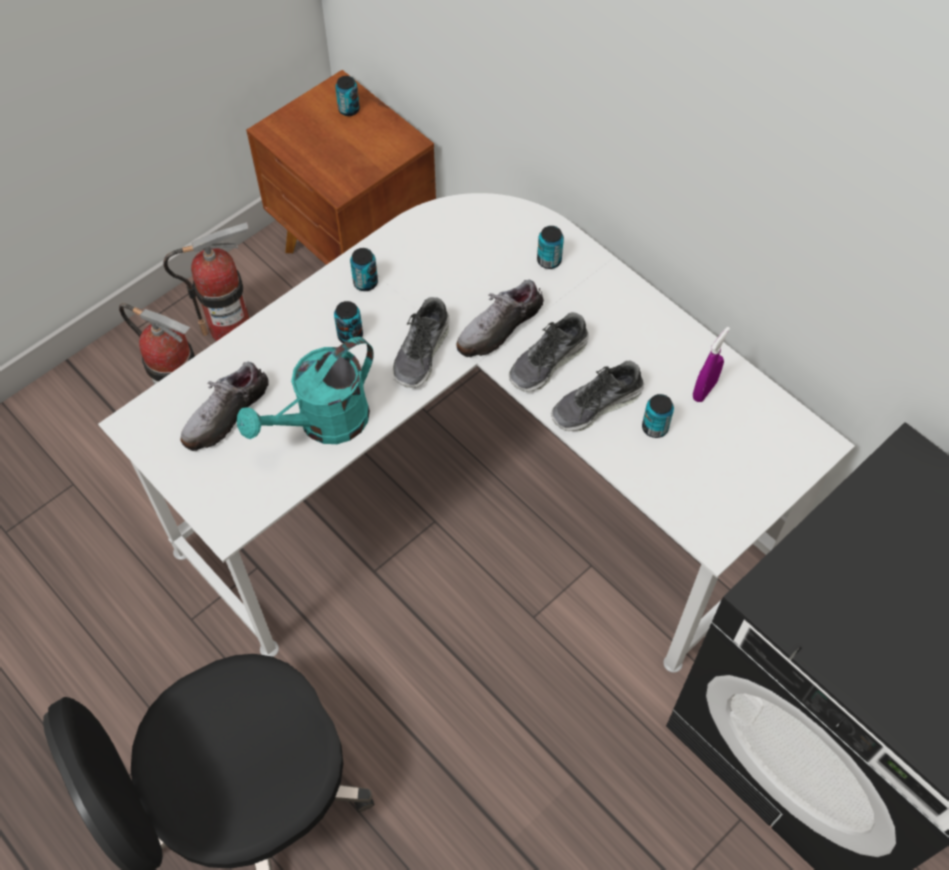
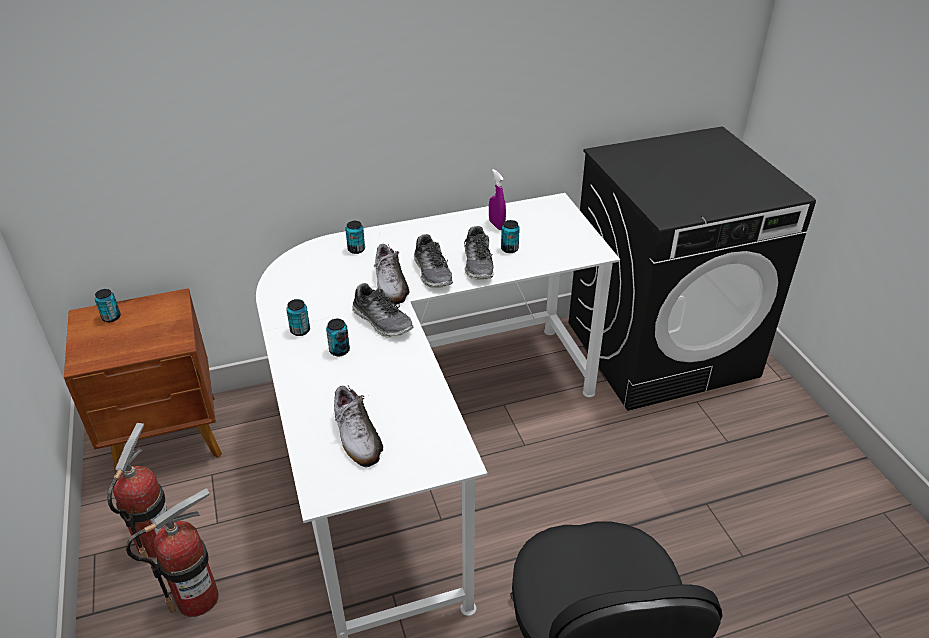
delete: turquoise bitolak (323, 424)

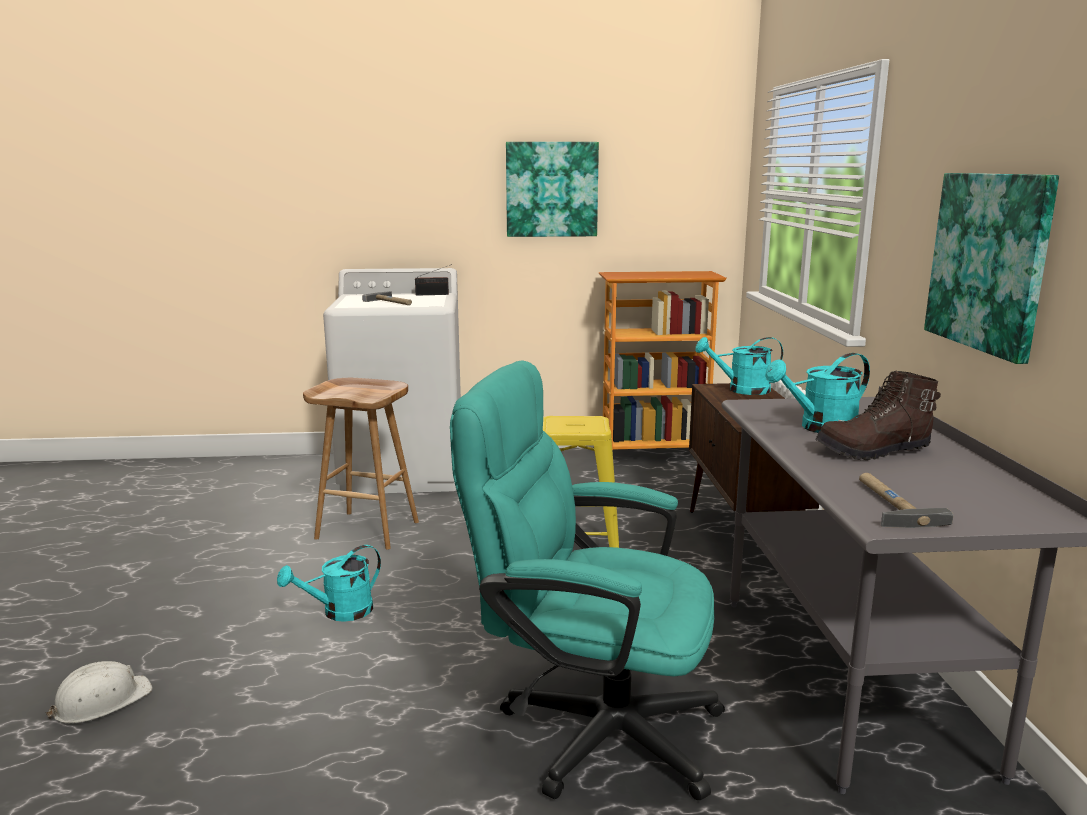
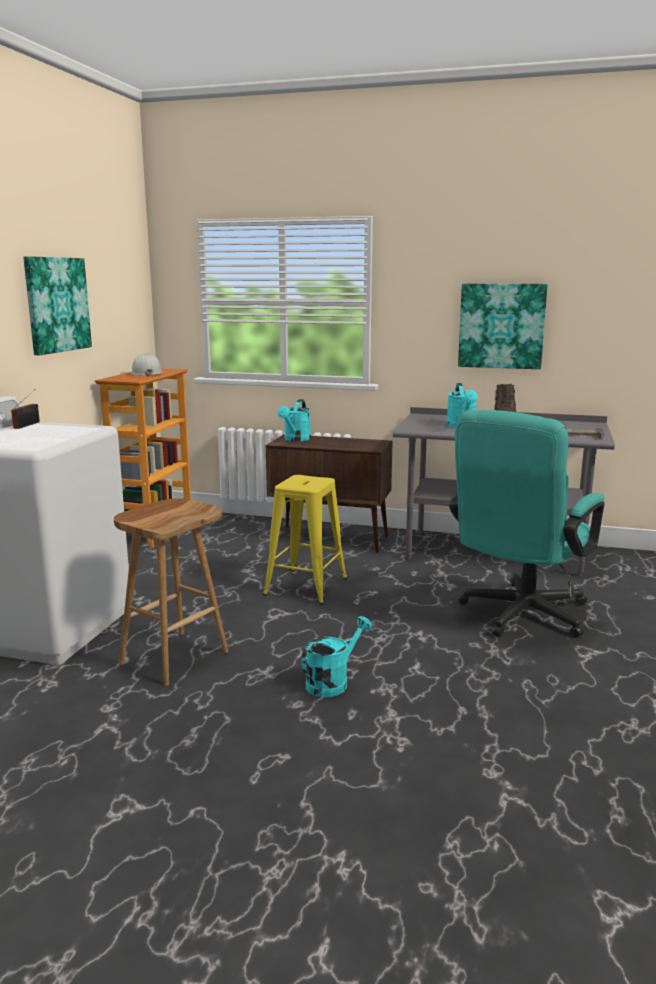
delete: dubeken (392, 302)
move: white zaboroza (101, 701) to (146, 373)
rotate: turquoise bitolak (339, 612) = (332, 682) 120 degrees counterclockwise

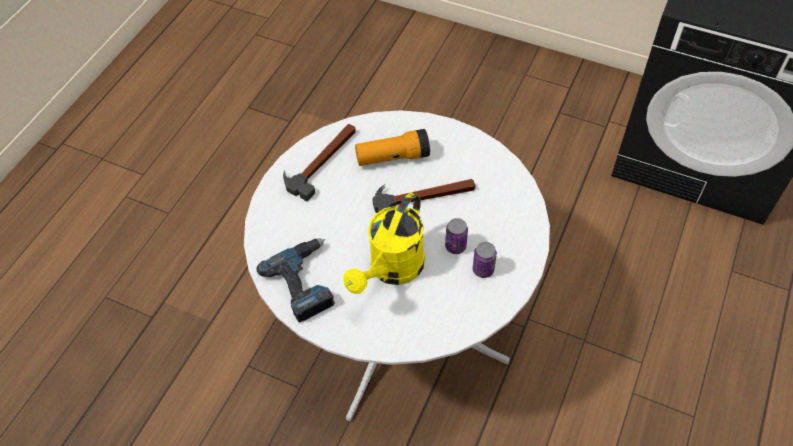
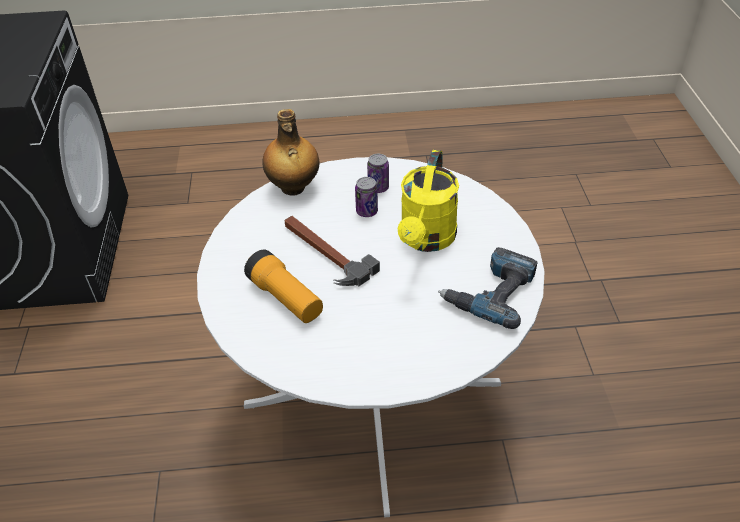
delete: dubeken (322, 161)
insert: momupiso (293, 188)
rotate: yellow bitolak (392, 270) = (426, 240) 105 degrees clockwise

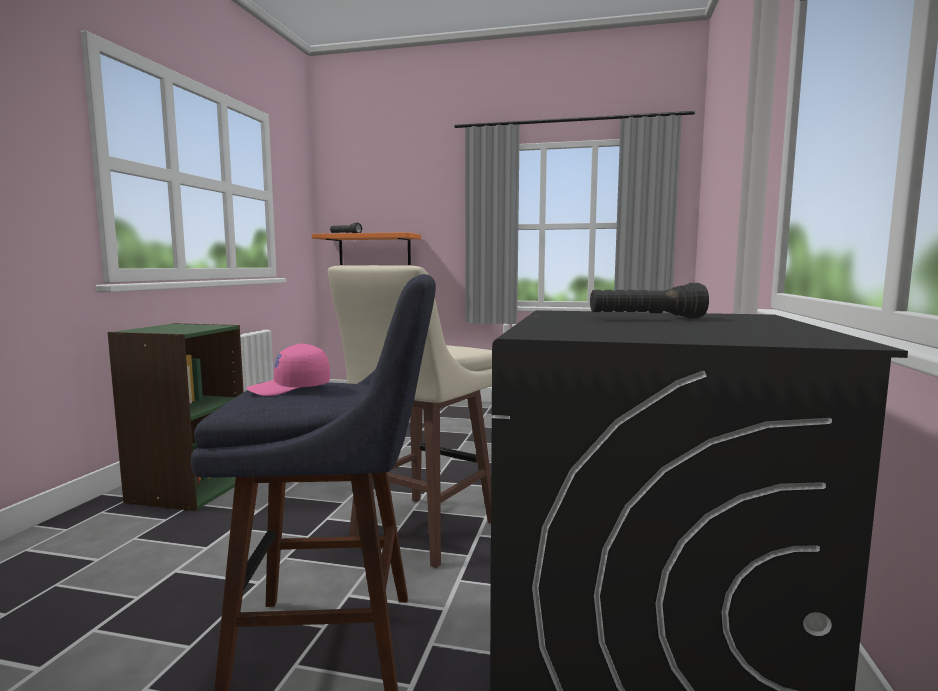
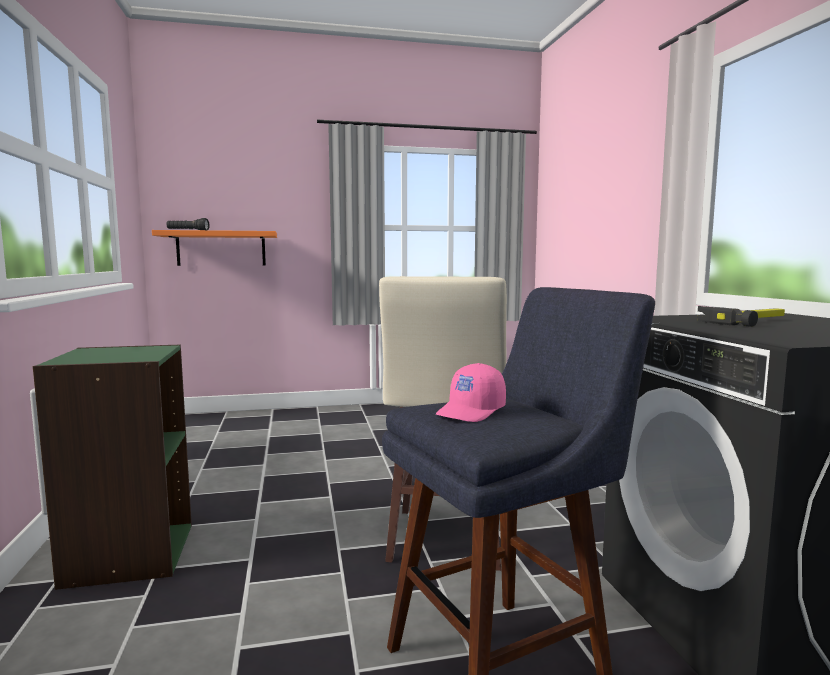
replace: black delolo (646, 318) to dubeken (746, 321)

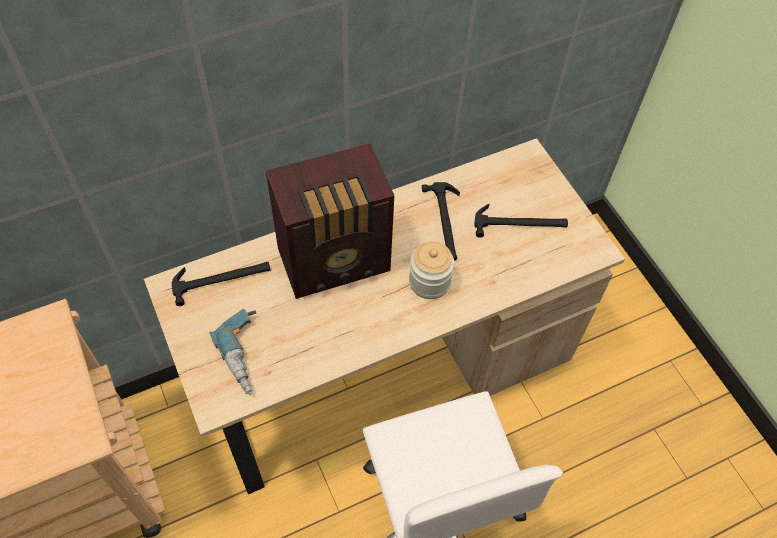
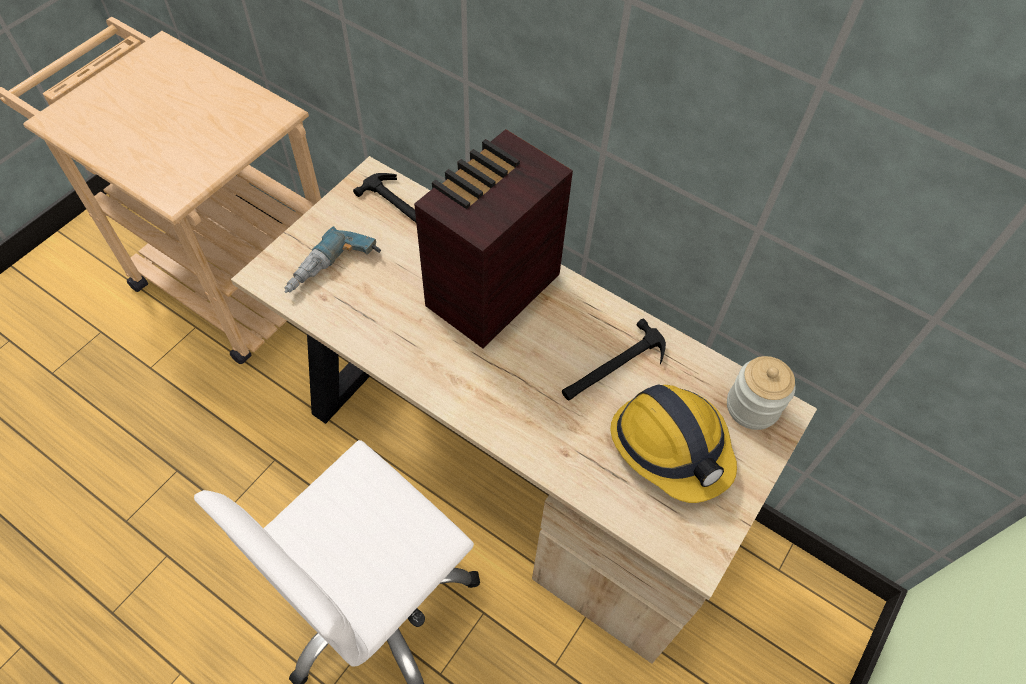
move: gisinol (429, 282) to (752, 406)
replace: dubeken (520, 223) to zaboroza (671, 446)
rotate: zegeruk (336, 261) = (489, 291) 90 degrees clockwise

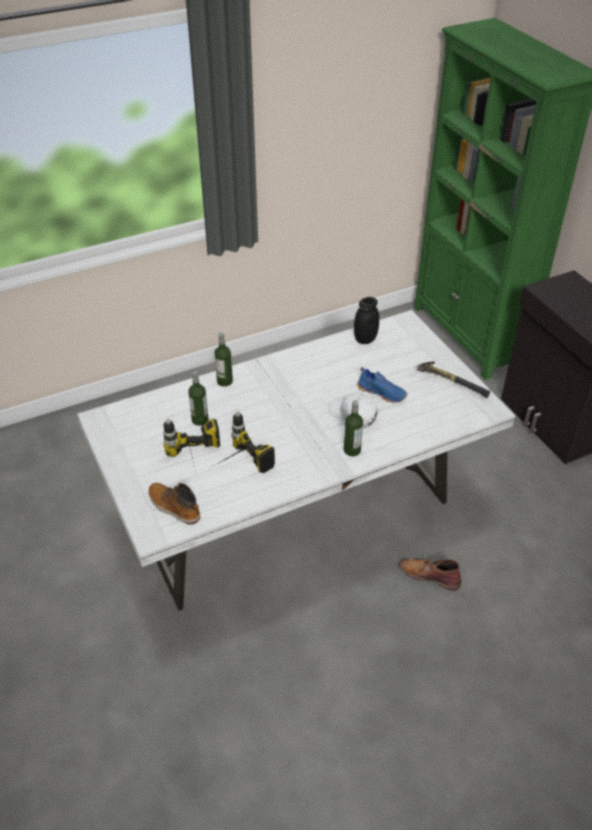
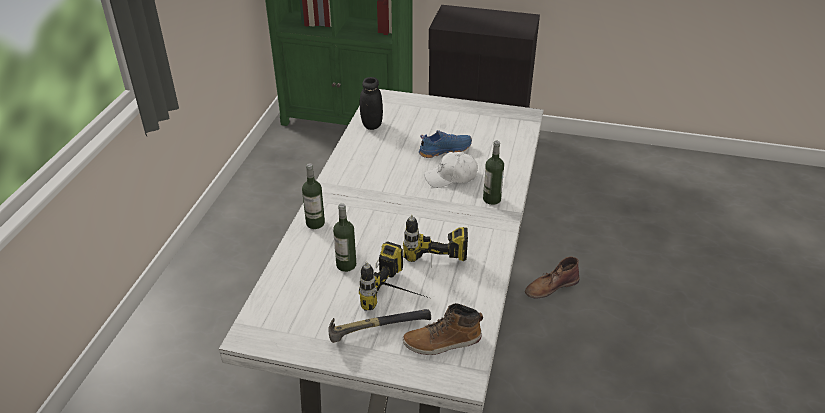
move: dubeken (452, 383) to (375, 329)

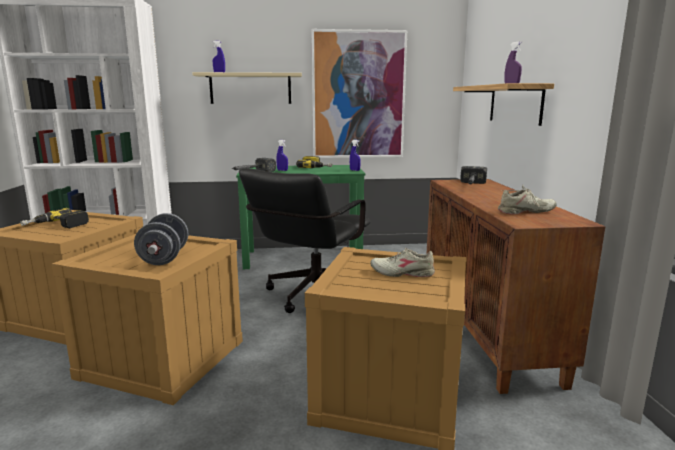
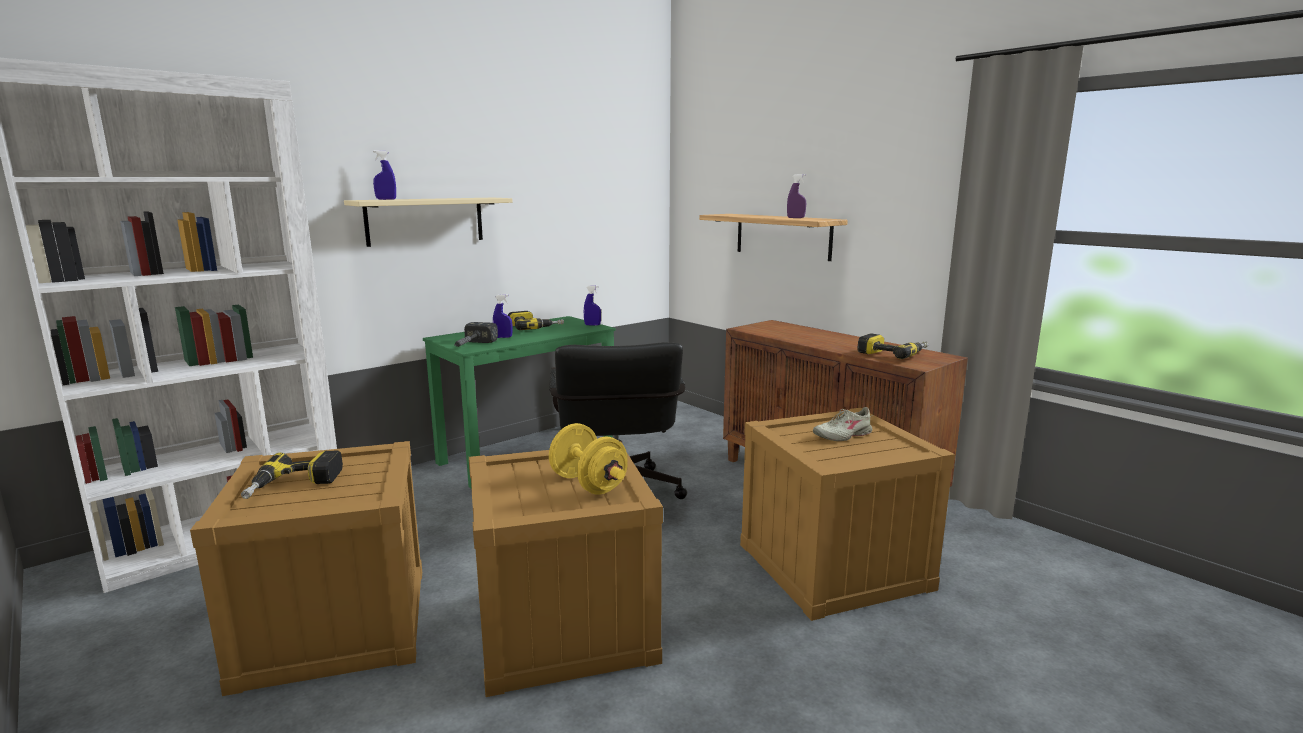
delete: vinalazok (358, 95); dubeken (471, 185)
replace: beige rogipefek (525, 212) to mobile (893, 354)
recolor: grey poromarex (164, 258) to yellow poromarex (588, 484)

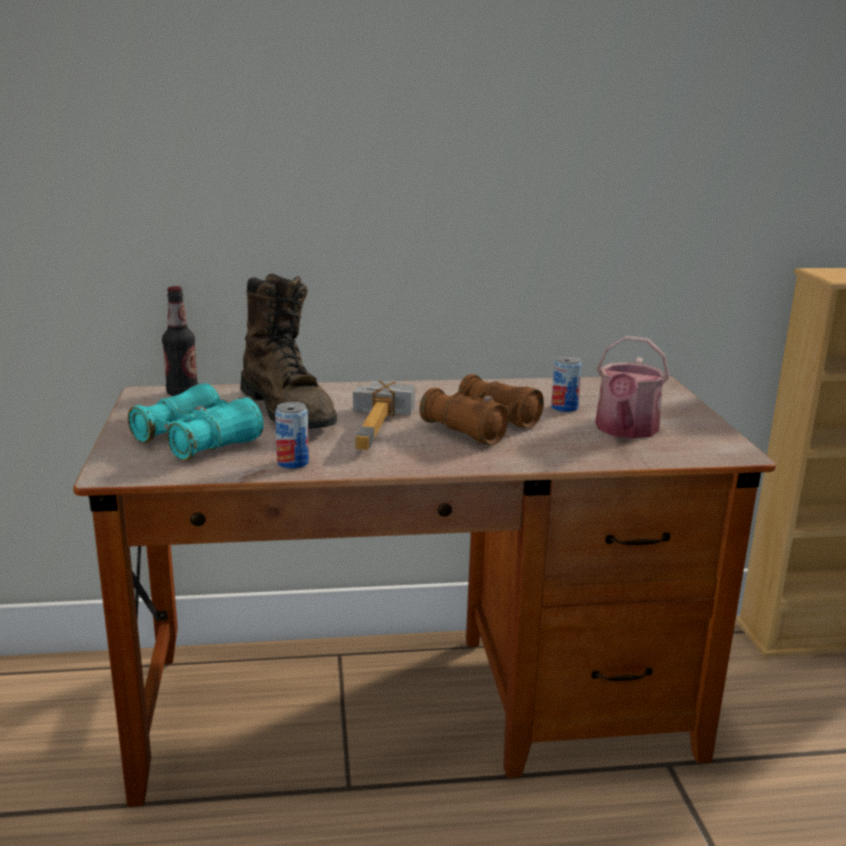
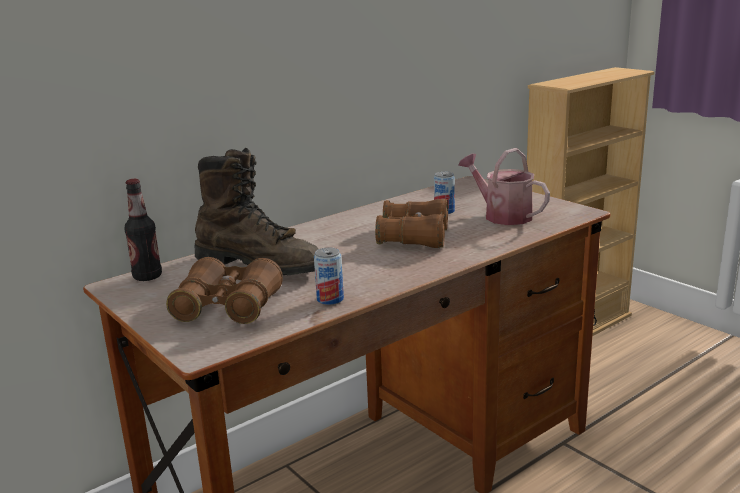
delete: dubeken (384, 426)
recolor: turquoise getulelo (197, 441) to brown getulelo (228, 307)
rotate: bitolak (625, 430) = (502, 215) 150 degrees clockwise

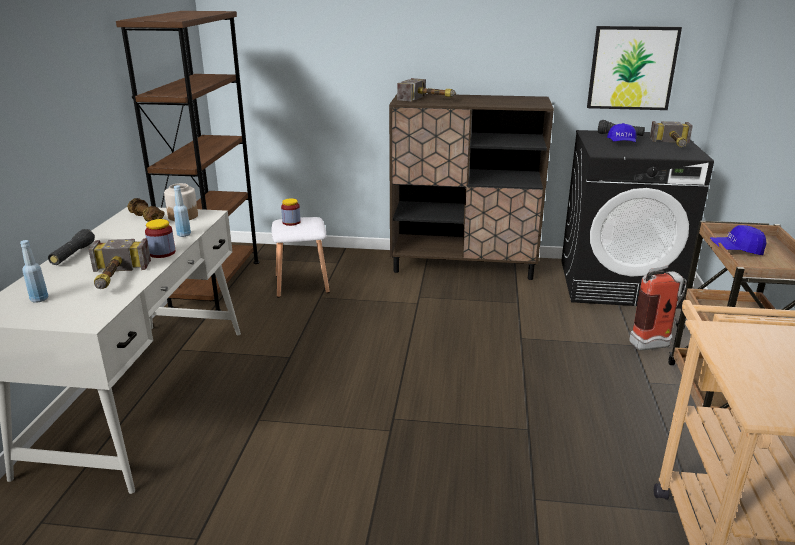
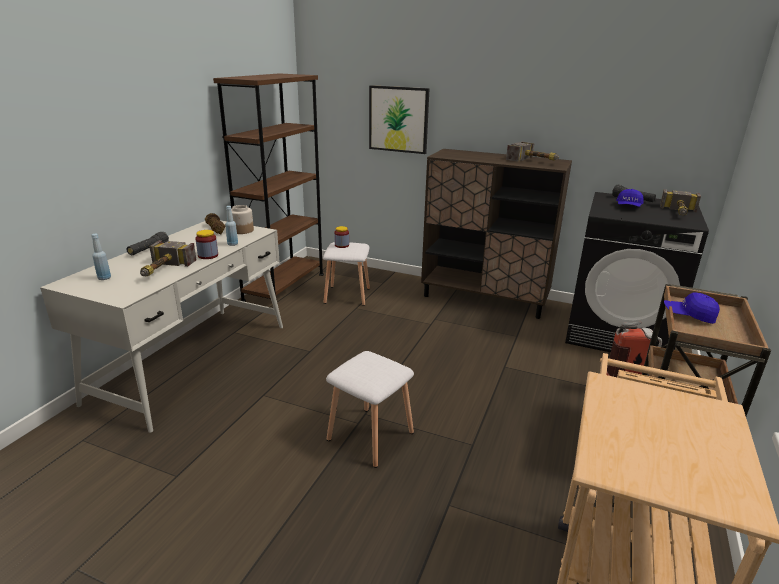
insert: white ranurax (370, 437)
move: vinalazok (632, 68) to (398, 119); dubeken (429, 99) to (535, 161)

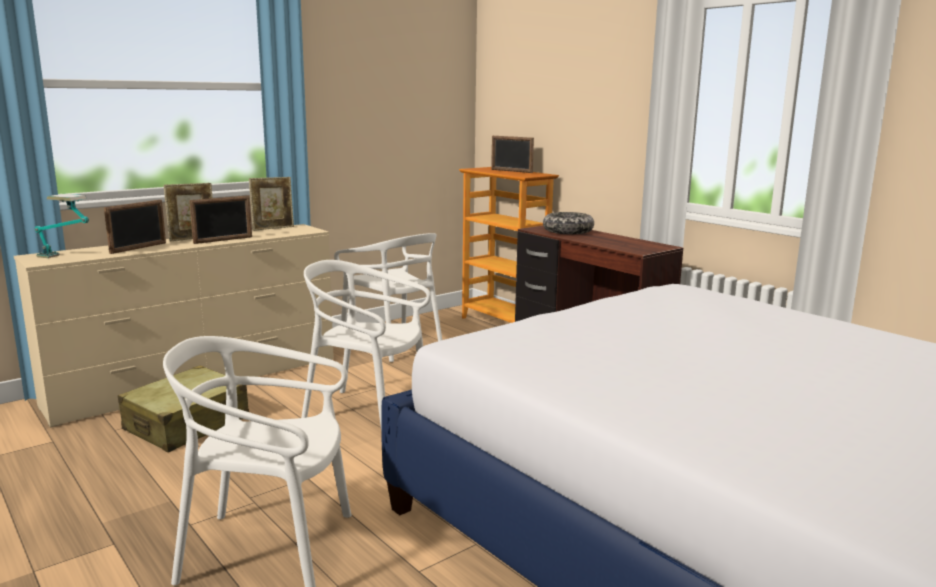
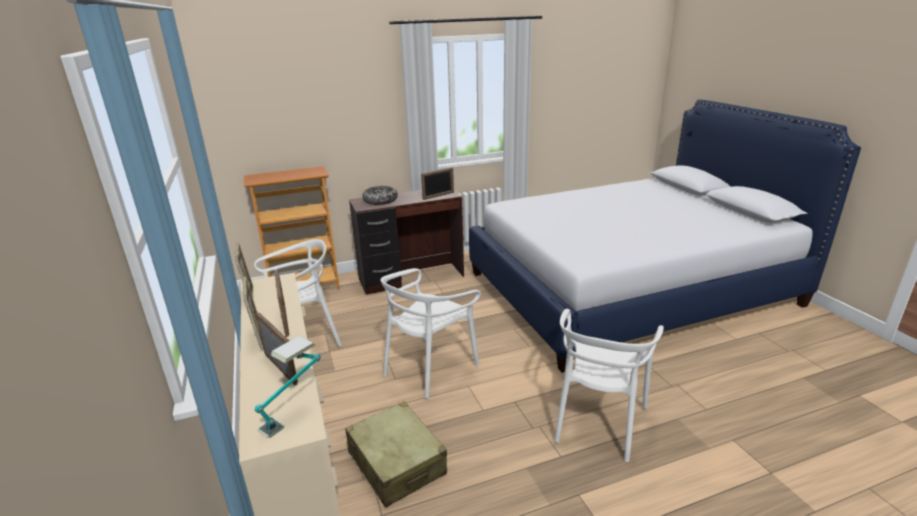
move: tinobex (511, 171) to (438, 196)

